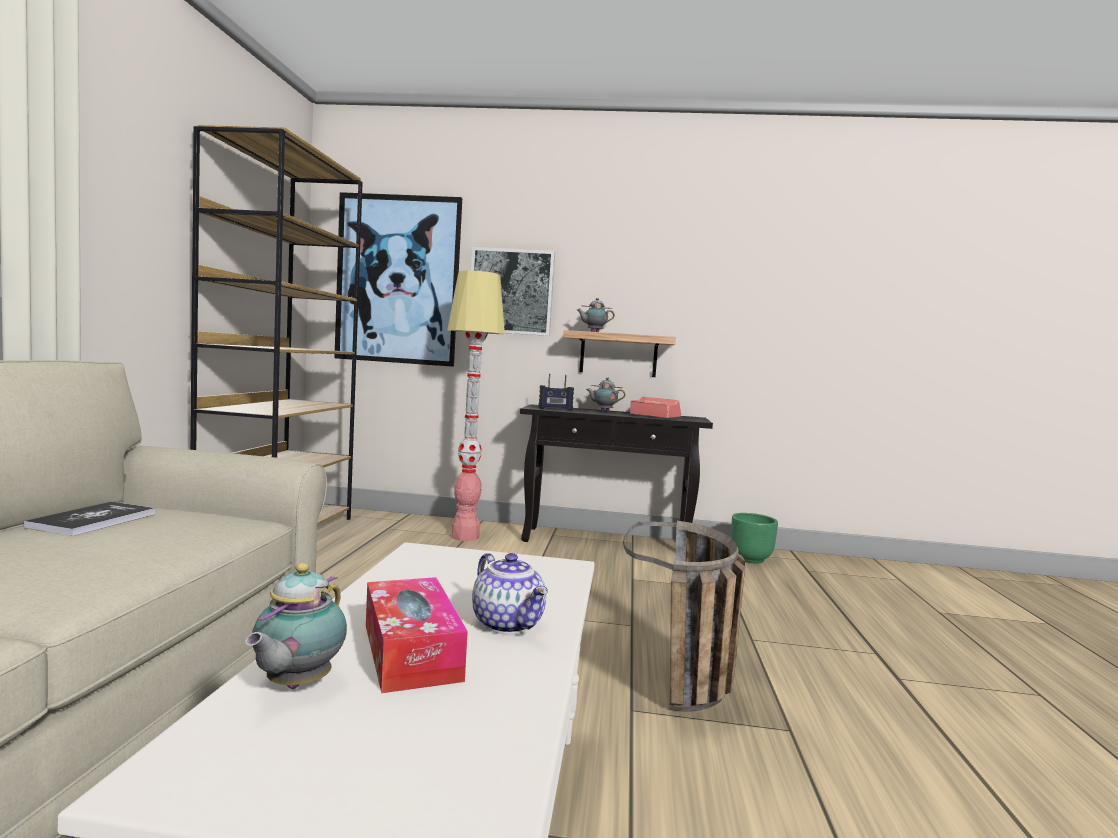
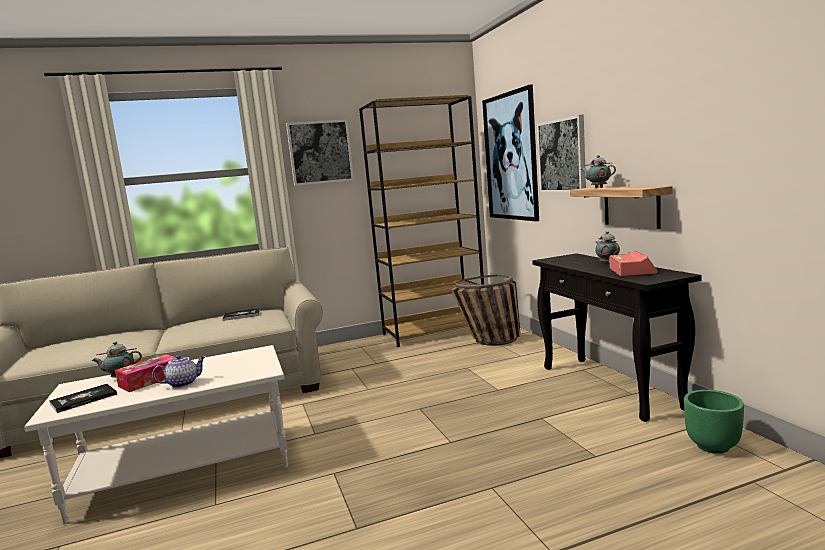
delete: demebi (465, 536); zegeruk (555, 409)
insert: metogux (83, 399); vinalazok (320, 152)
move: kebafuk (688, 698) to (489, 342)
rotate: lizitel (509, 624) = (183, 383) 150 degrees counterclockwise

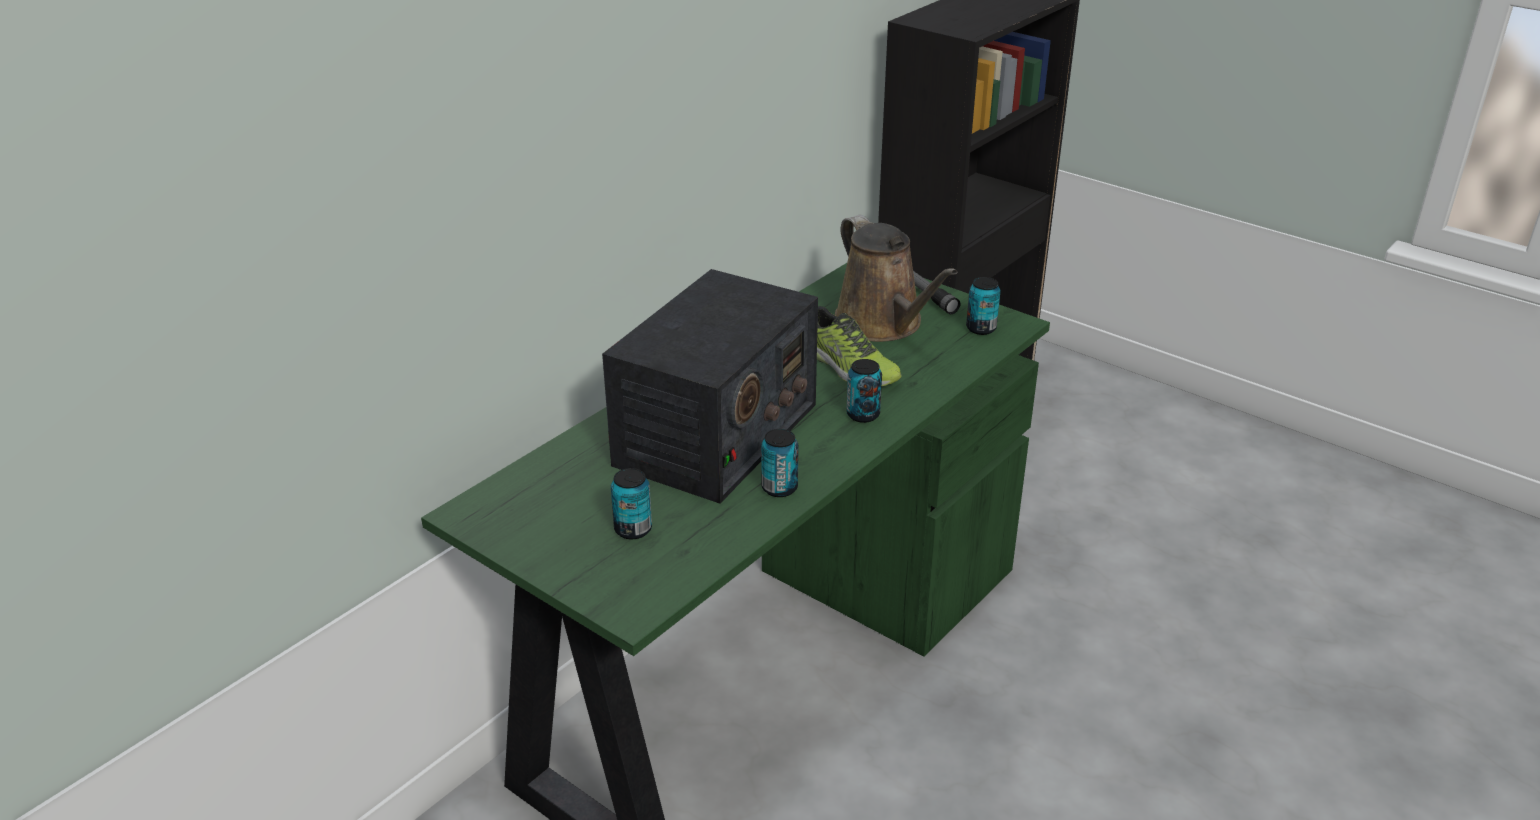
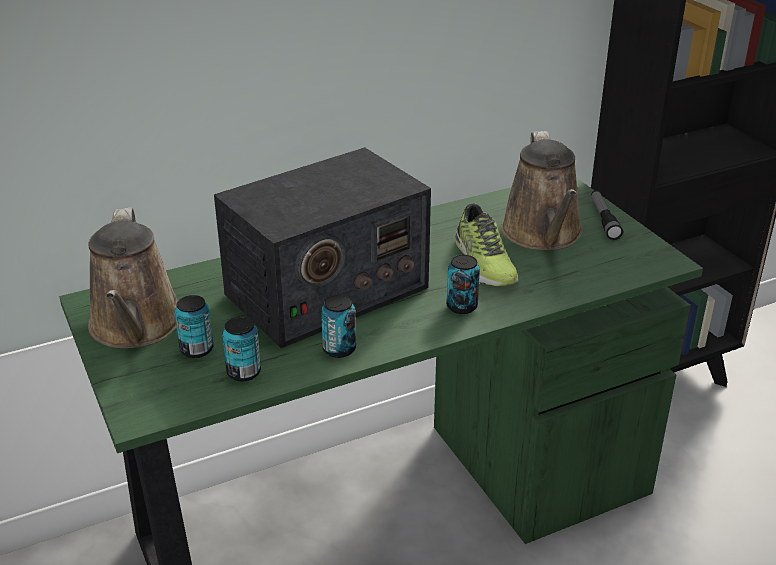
insert: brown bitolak (136, 327)
move: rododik (981, 328) to (244, 372)

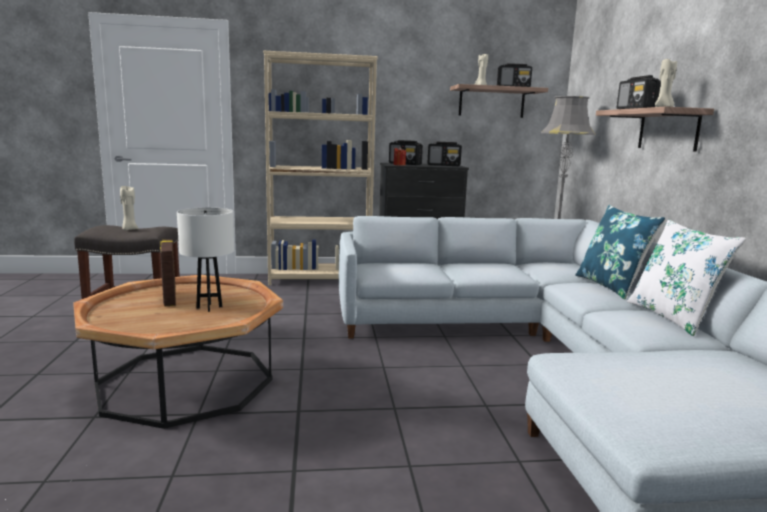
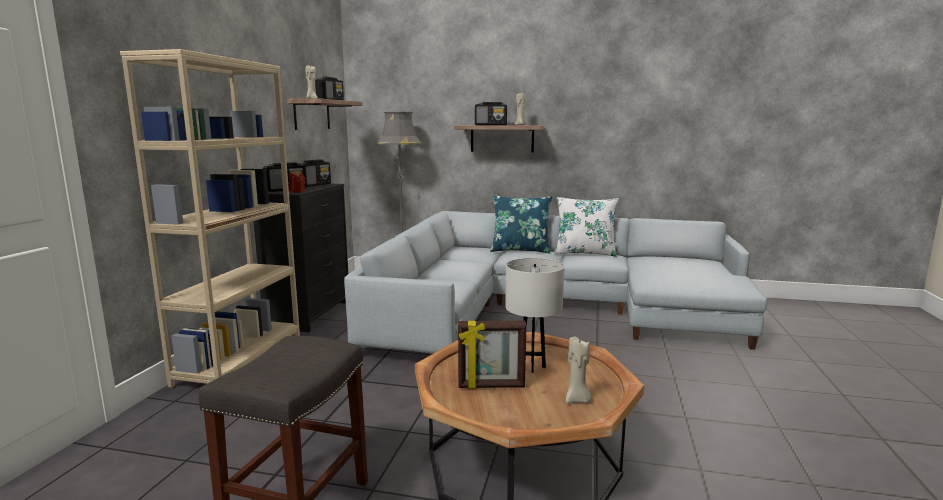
move: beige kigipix (129, 229) to (577, 400)

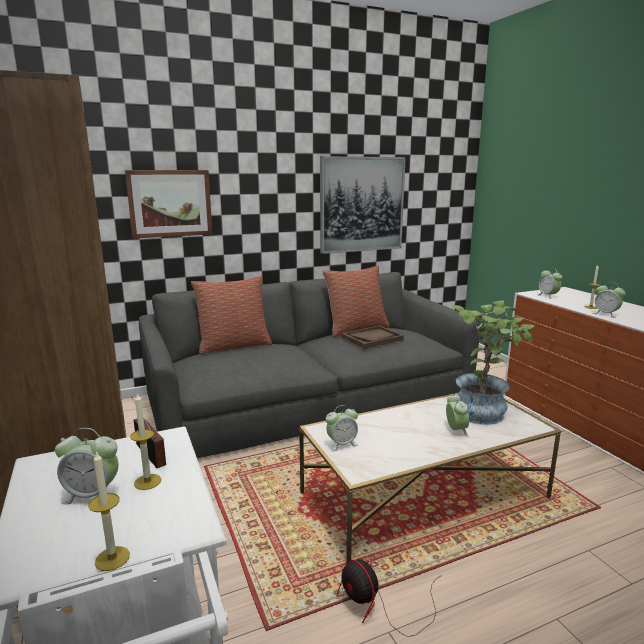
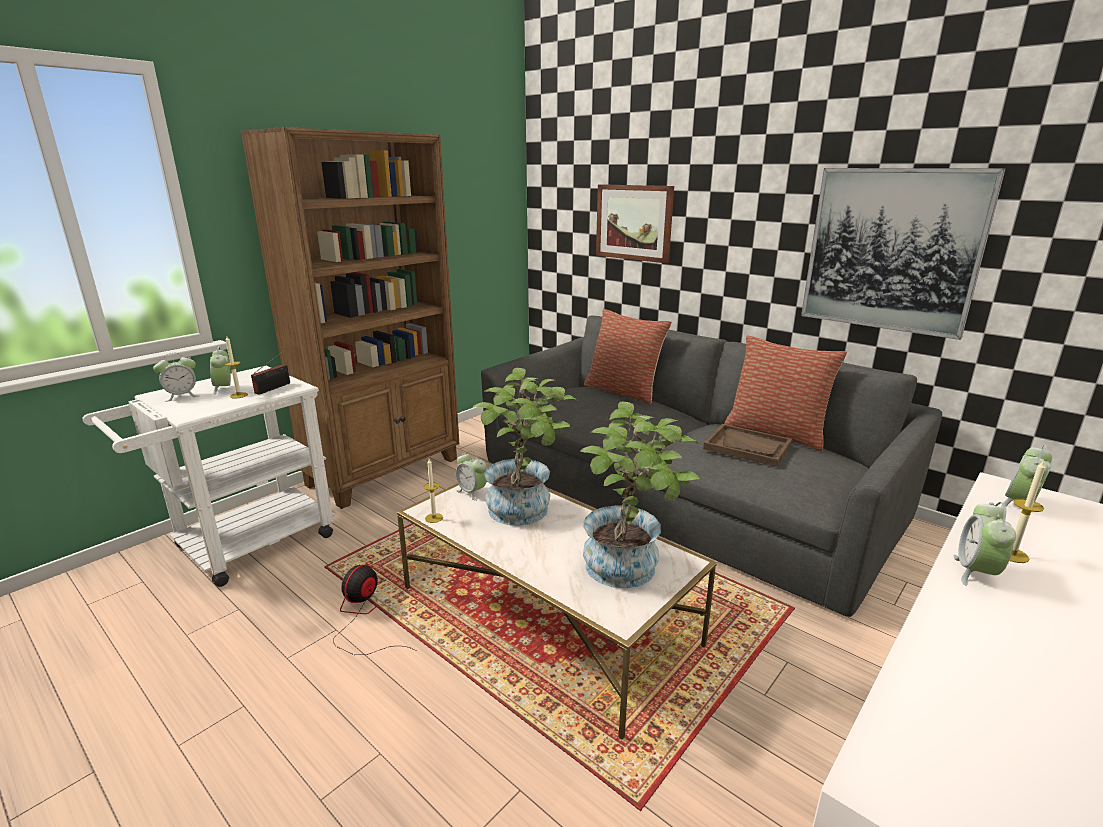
insert: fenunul (526, 512)
move: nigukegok (456, 430) to (182, 396); kigipix (112, 558) to (434, 518)

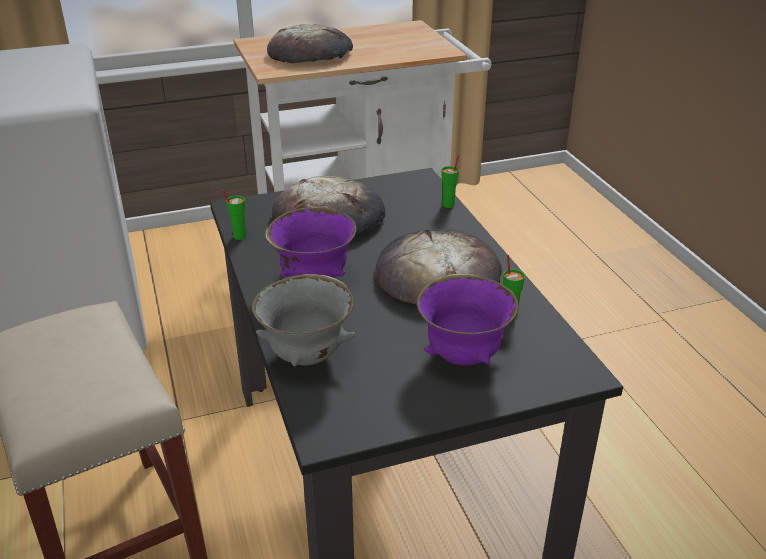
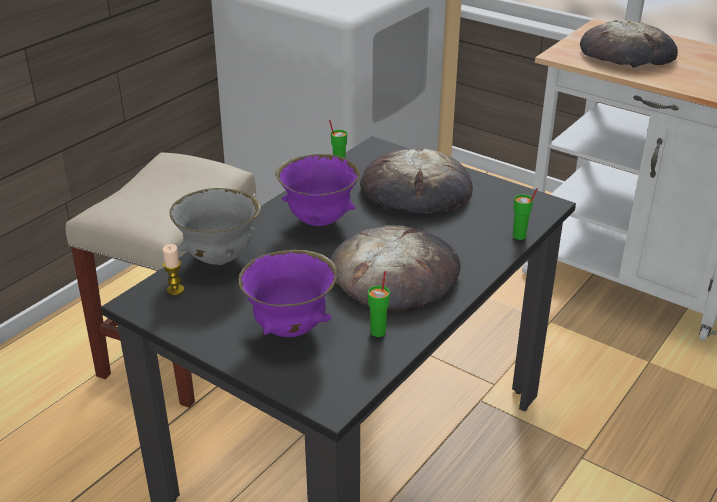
insert: kigipix (175, 290)

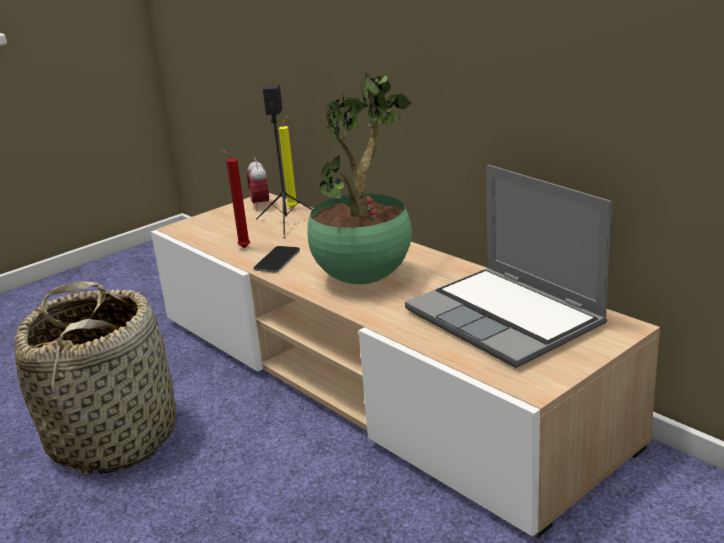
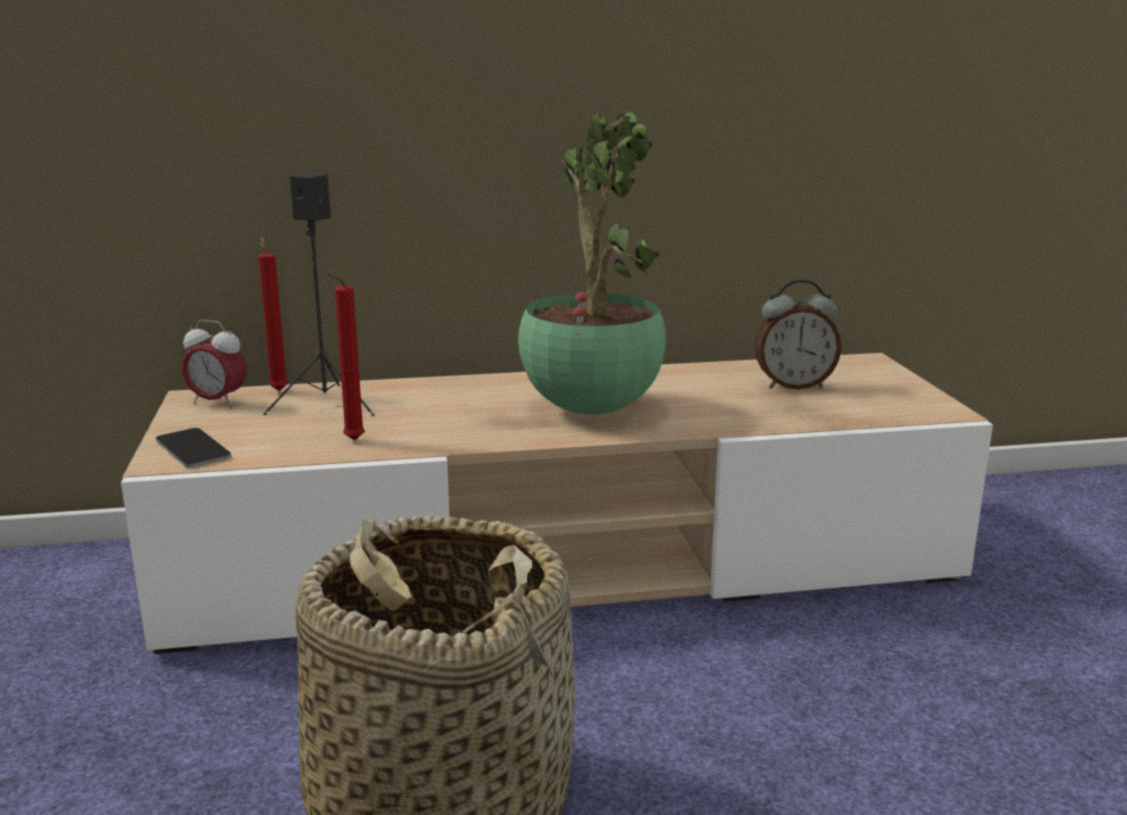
move: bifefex (277, 260) to (193, 449)
replace: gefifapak (507, 319) to nigukegok (794, 386)
recolor: yellow kigipix (294, 207) to red kigipix (279, 390)

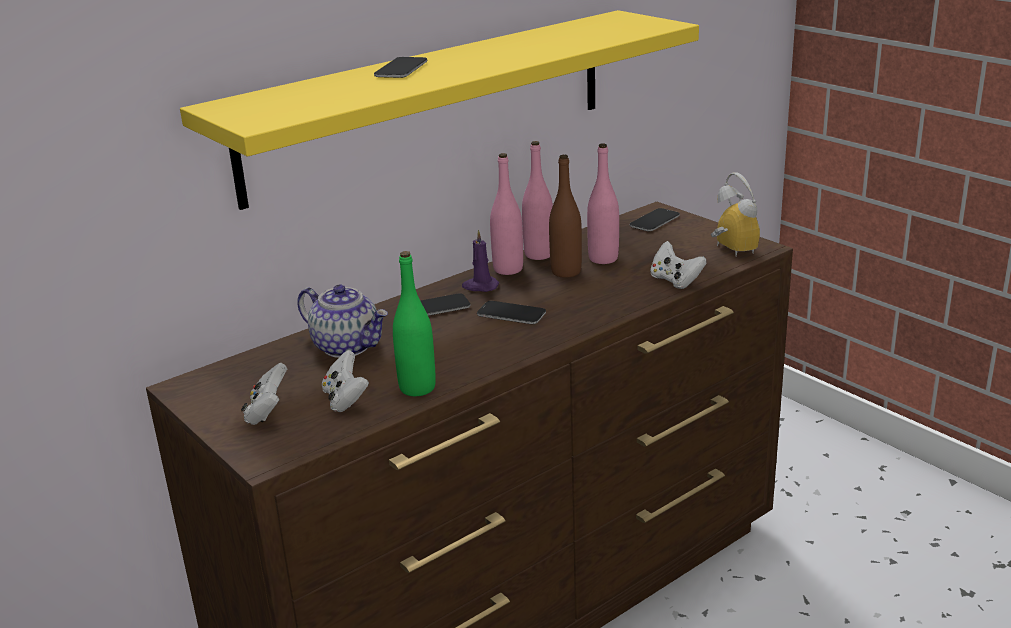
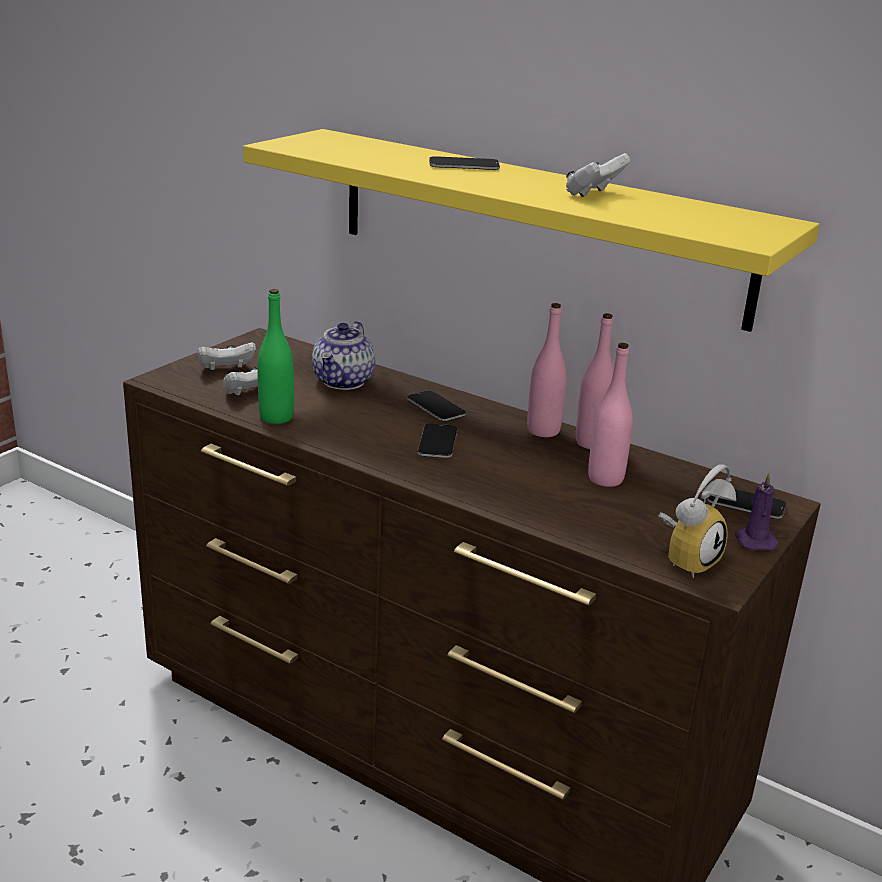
delete: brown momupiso (566, 272)
move: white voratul (675, 281) to (593, 194); purple kigipix (480, 286) to (754, 540)

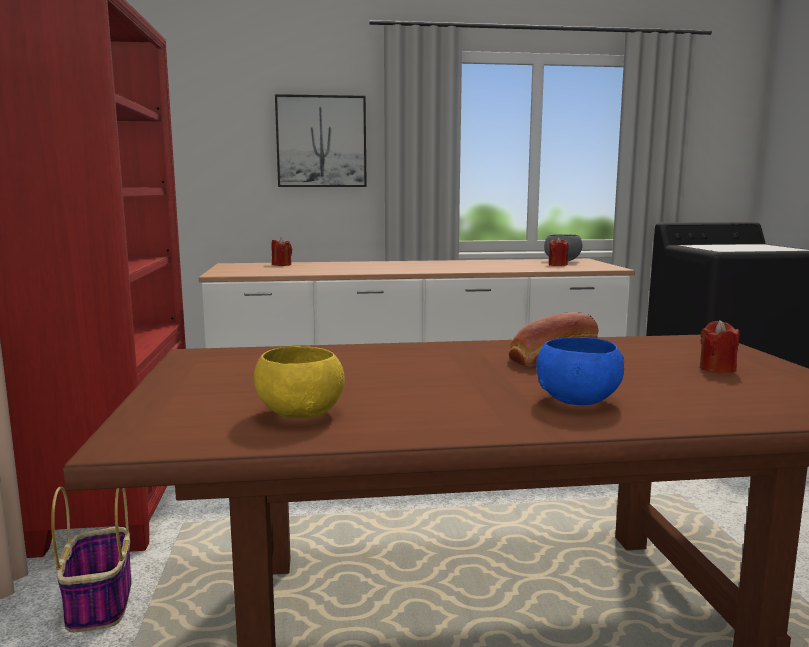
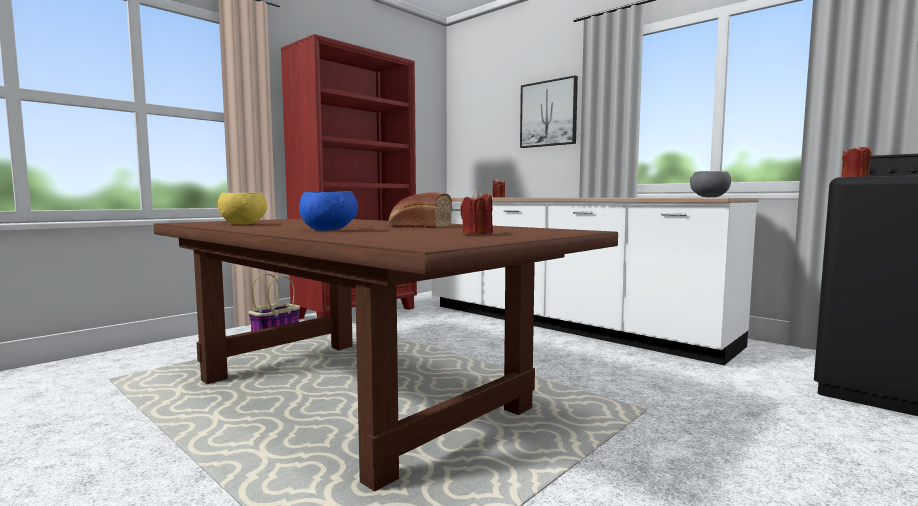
move: red kigipix (558, 265) to (855, 177)

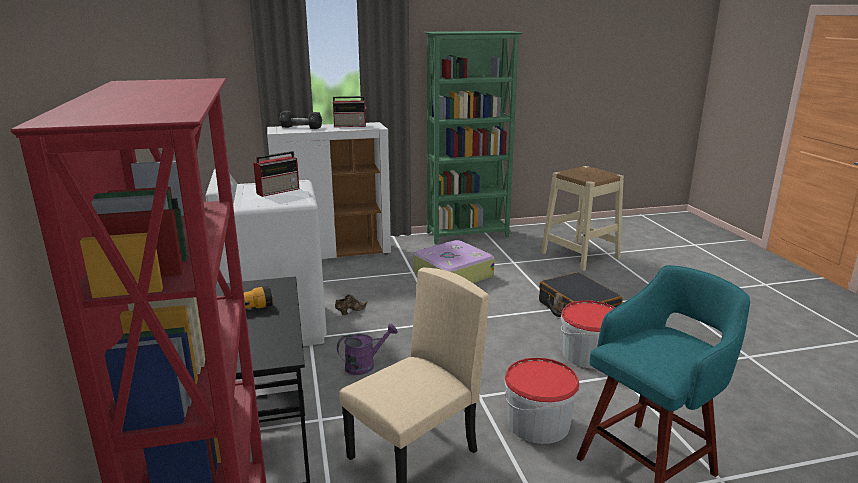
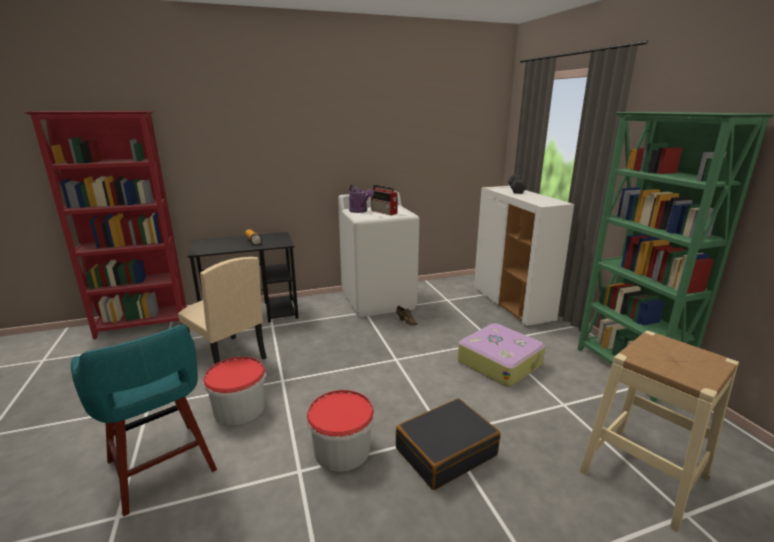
delete: zegeruk (350, 125)
move: purple bitolak (365, 365) to (360, 211)

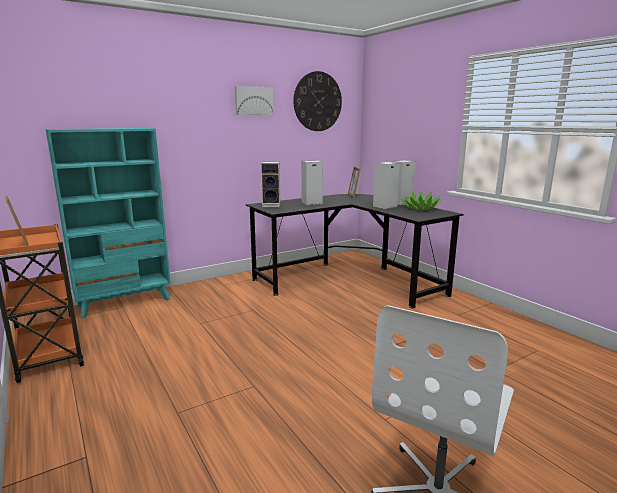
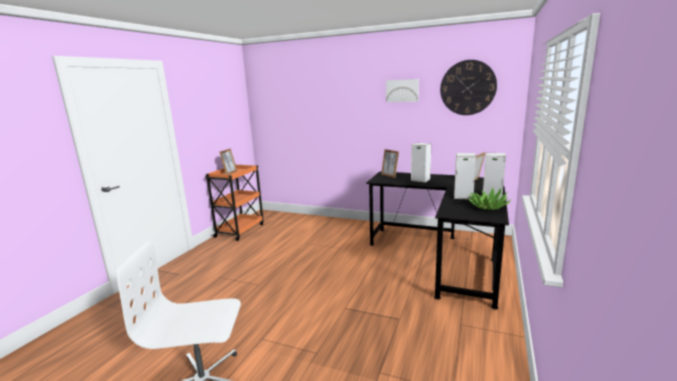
delete: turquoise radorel (125, 302)
replace: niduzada (272, 205) to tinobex (389, 175)

